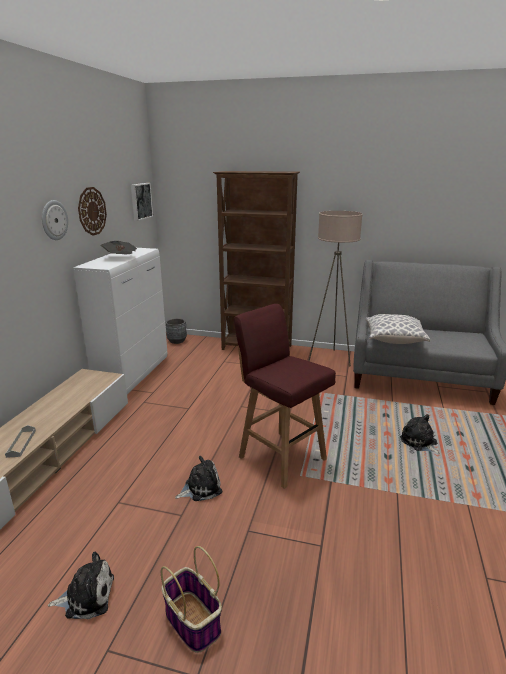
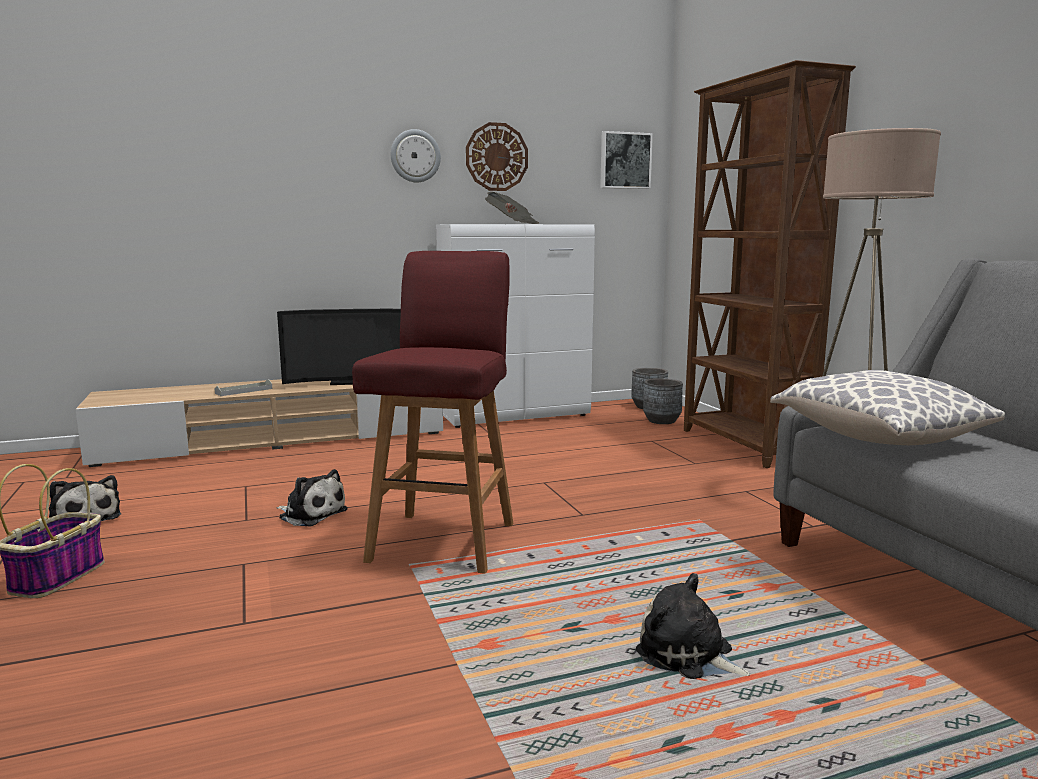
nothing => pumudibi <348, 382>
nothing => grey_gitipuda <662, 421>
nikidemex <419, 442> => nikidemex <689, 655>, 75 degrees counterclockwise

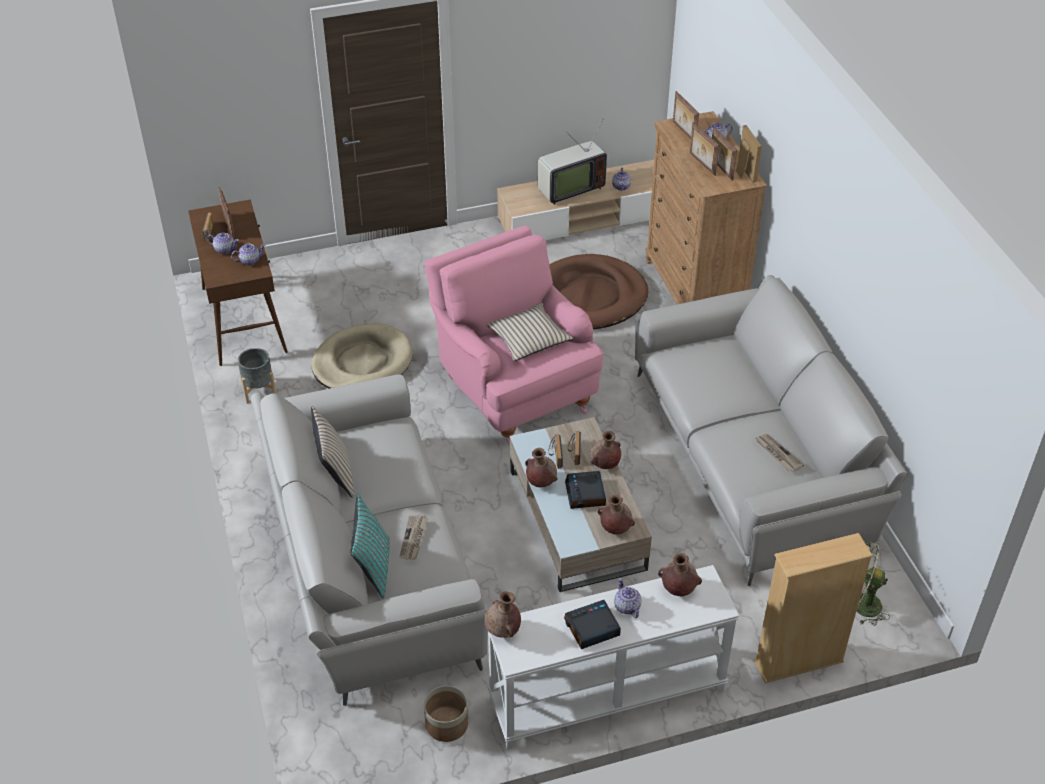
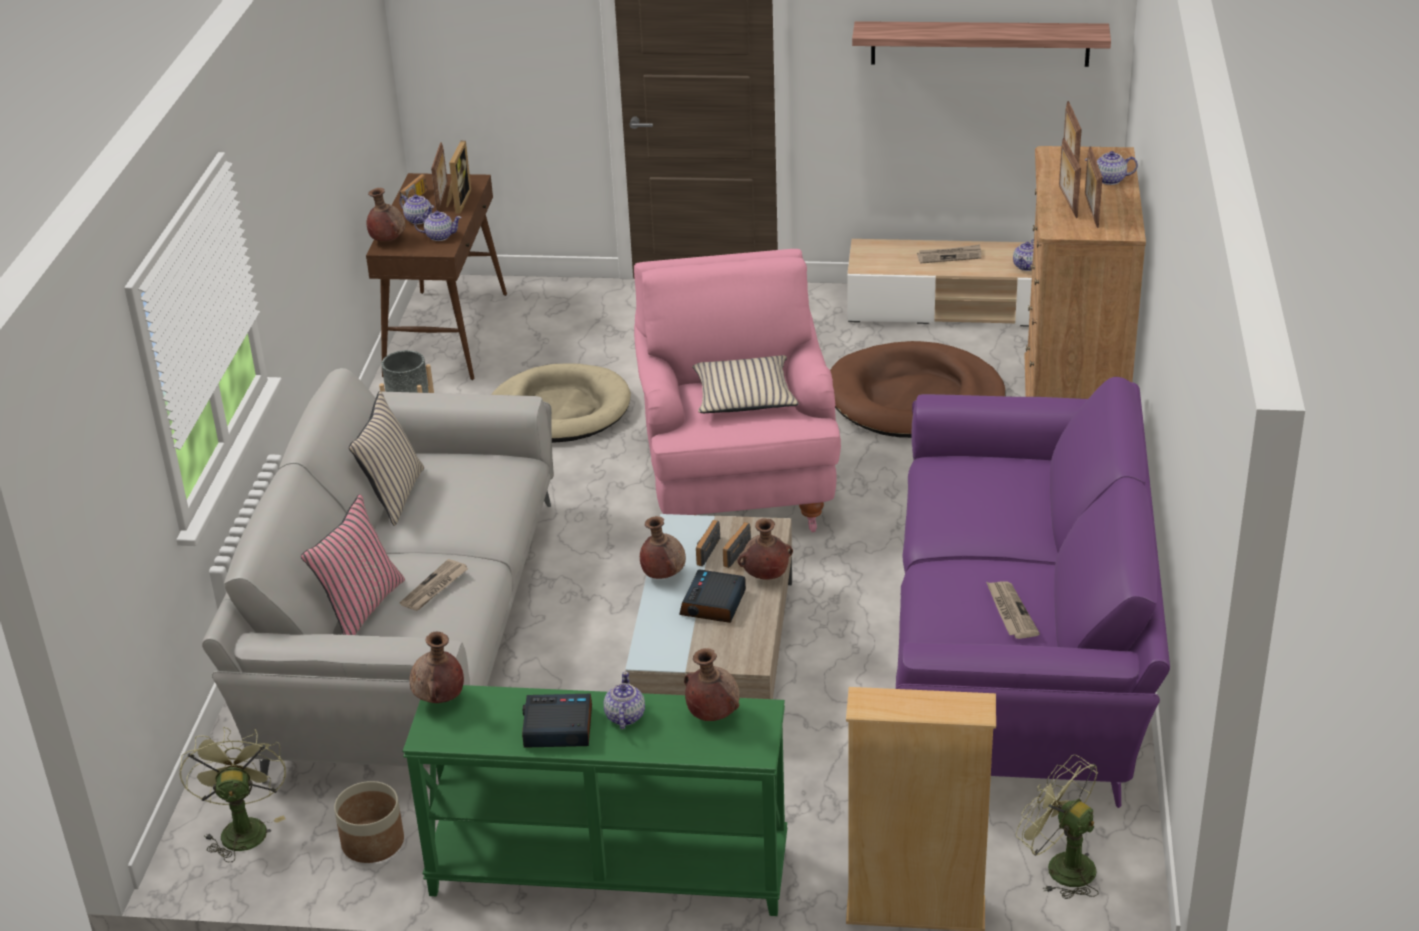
nothing => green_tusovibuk <242, 827>
nothing => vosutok <980, 43>
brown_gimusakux <615, 528> => brown_gimusakux <387, 240>, relocated
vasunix <743, 172> => vasunix <457, 201>, relocated
pumudibi <568, 189> => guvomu <949, 256>
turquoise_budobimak <373, 568> => pink_budobimak <360, 607>
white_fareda <606, 696> => green_fareda <607, 873>
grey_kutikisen <752, 459> => purple_kutikisen <1020, 643>

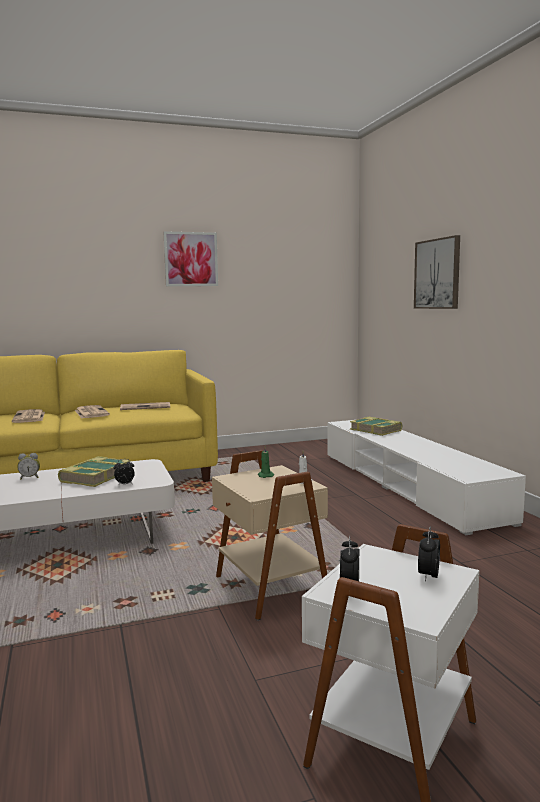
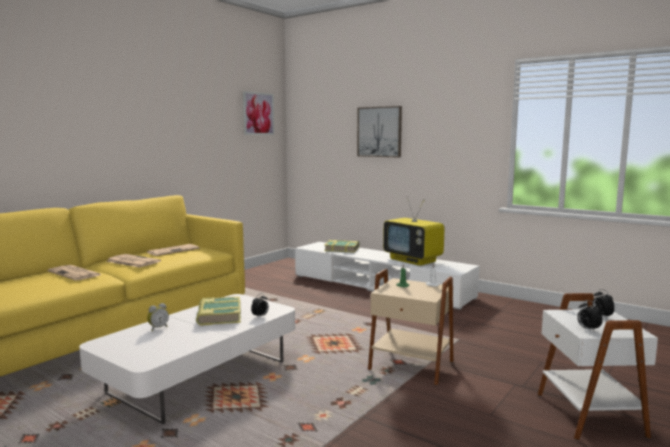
nothing => pumudibi <413, 260>
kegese <191, 259> => kegese <258, 113>, relocated

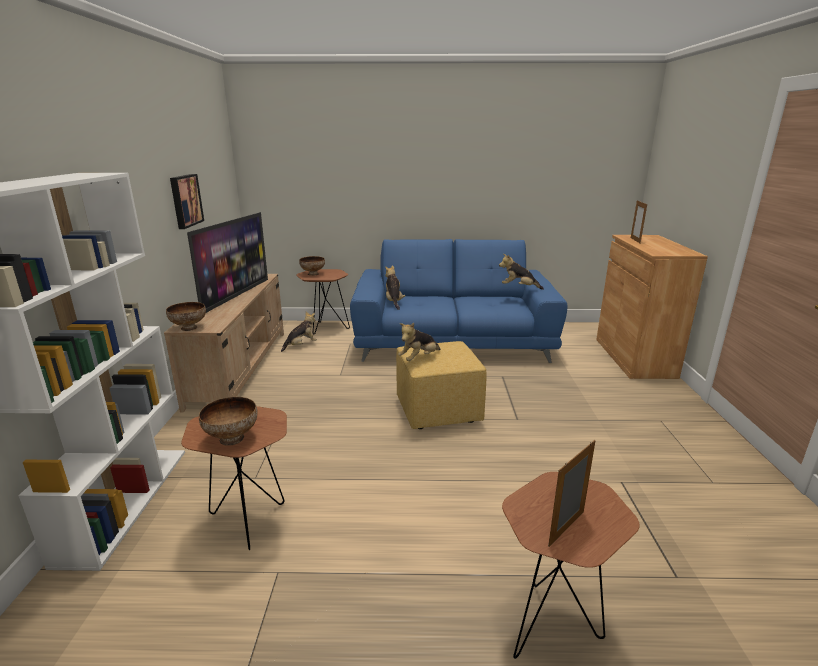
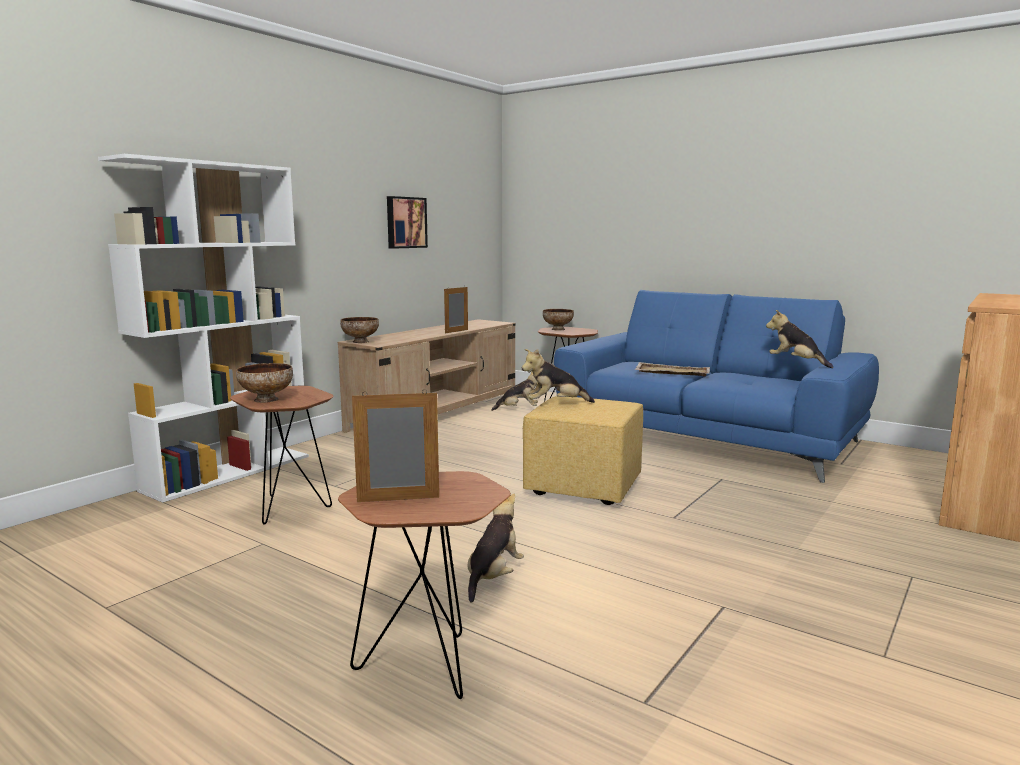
pumudibi <236, 295> => nothing
nothing => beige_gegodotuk <671, 372>
nikidemex <393, 302> => nikidemex <493, 577>, relocated
vasunix <635, 240> => vasunix <456, 331>, relocated

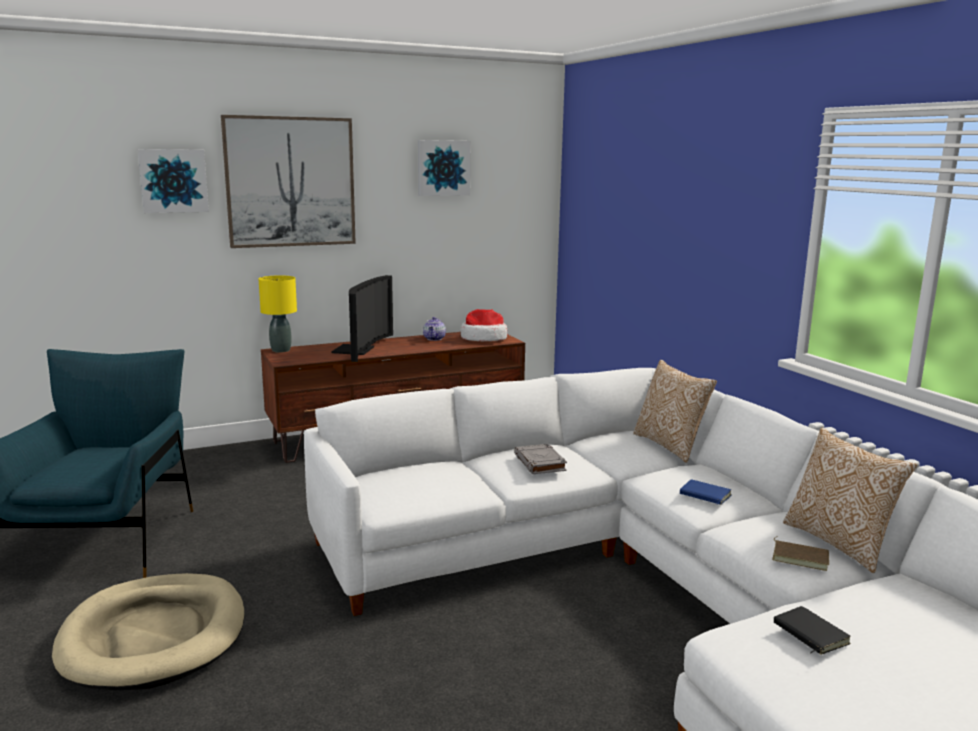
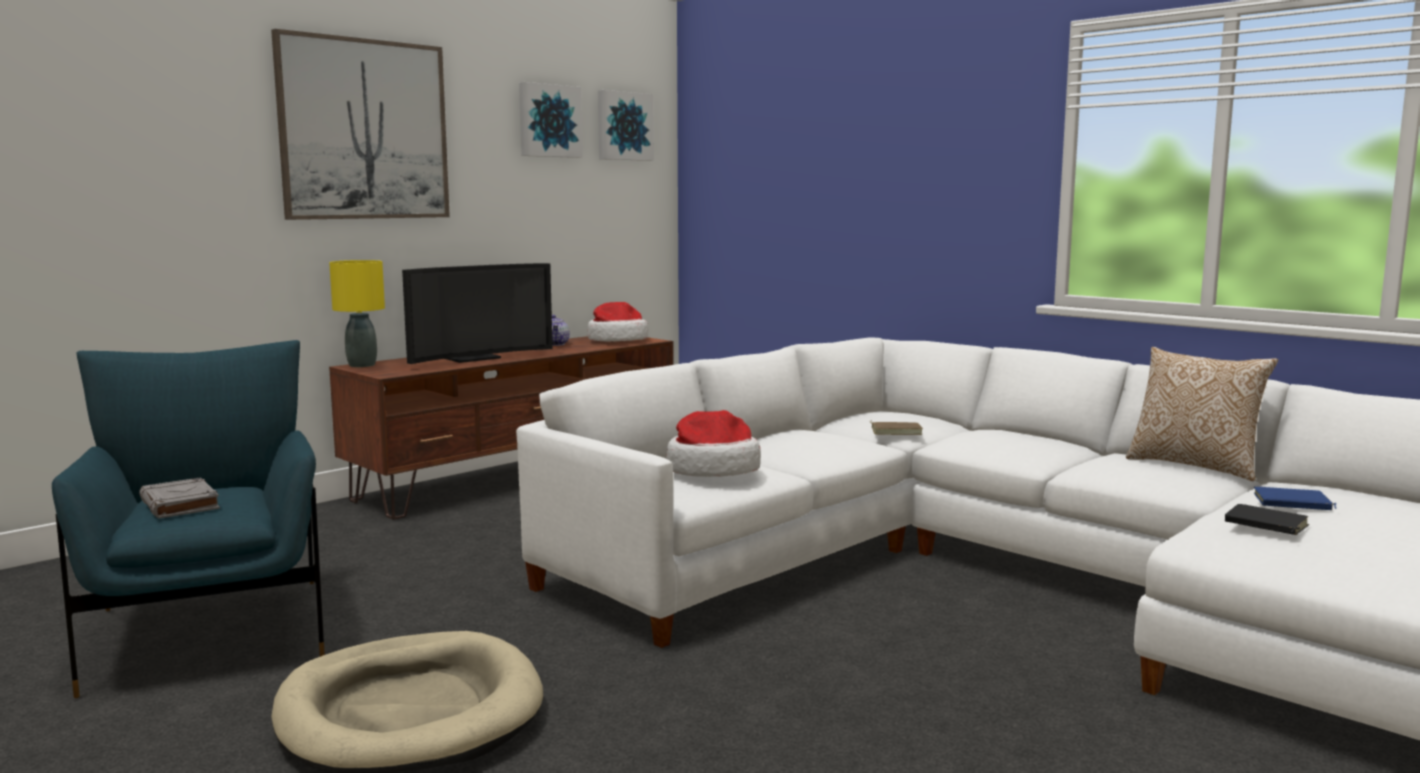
budobimak <670, 446> => nothing
nothing => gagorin <712, 470>
kegese <173, 181> => kegese <623, 126>, relocated
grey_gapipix <540, 463> => grey_gapipix <180, 505>, relocated
blue_gapipix <704, 495> => blue_gapipix <1292, 503>, relocated
brown_gapipix <800, 557> => brown_gapipix <896, 431>, relocated
pumudibi <359, 350> => pumudibi <473, 359>, 60 degrees clockwise

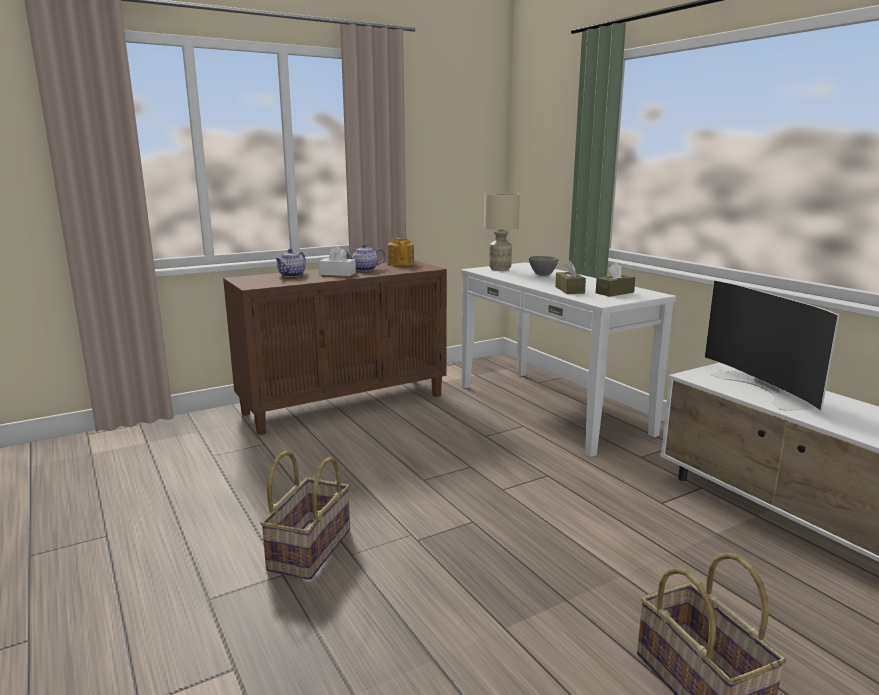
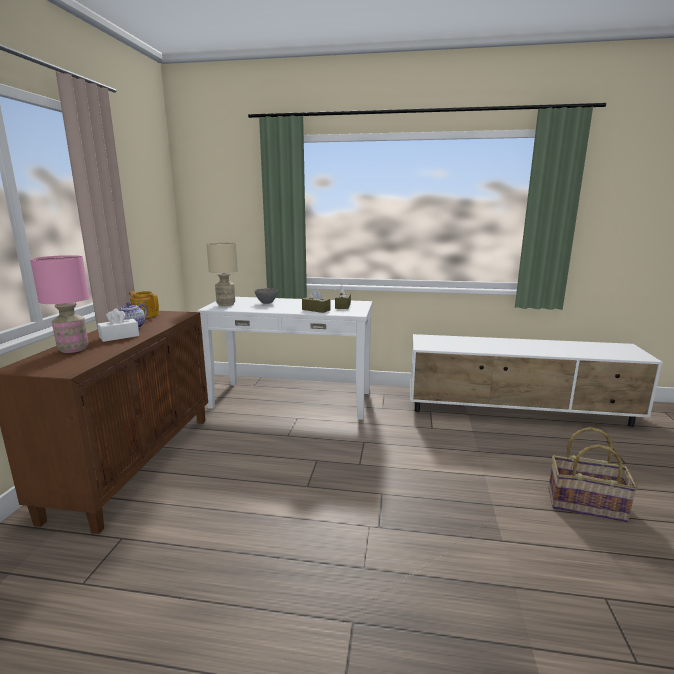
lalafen <309, 549> => nothing
pumudibi <764, 389> => nothing
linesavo <291, 275> => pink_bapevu <74, 349>

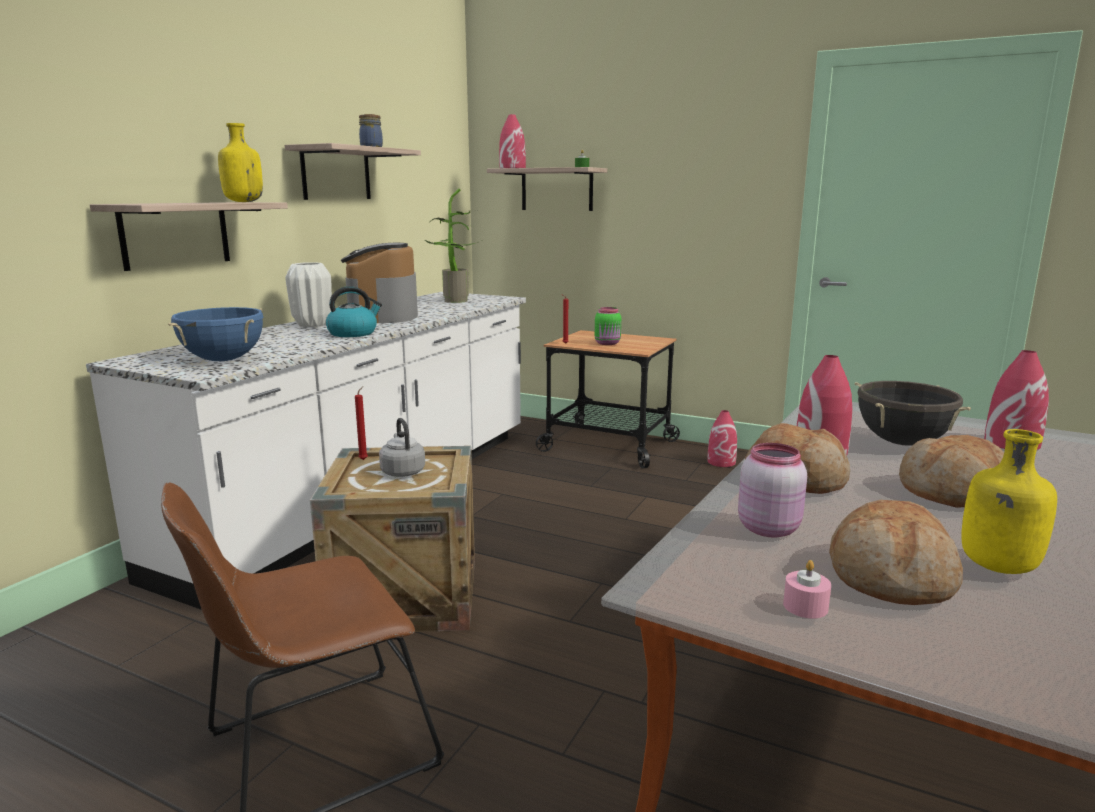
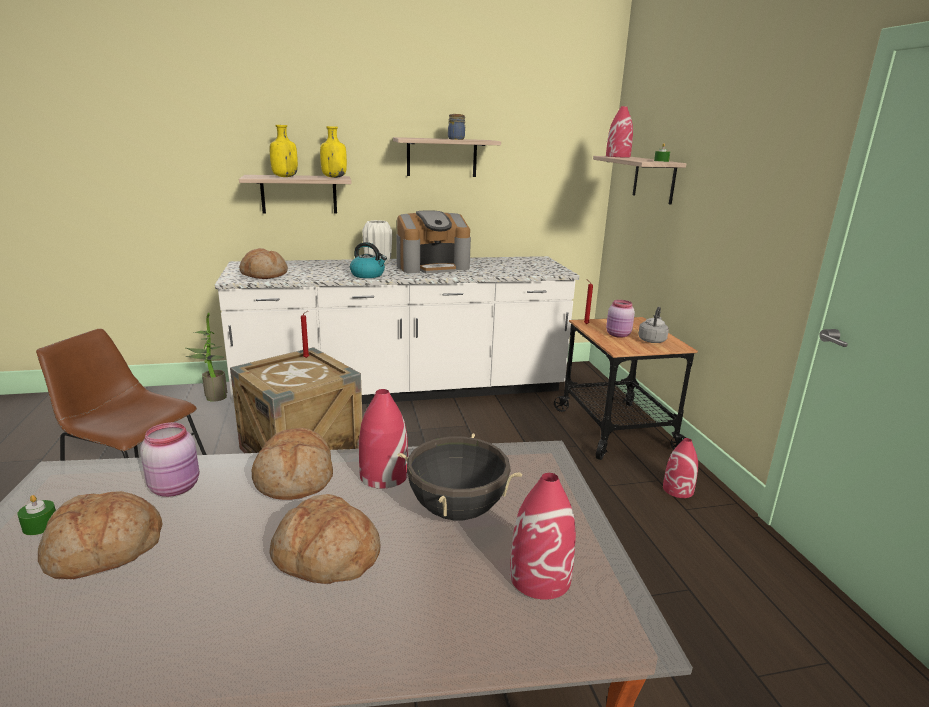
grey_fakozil <402, 471> => grey_fakozil <652, 340>, relocated
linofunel <454, 301> => linofunel <213, 397>, relocated
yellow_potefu <997, 567> => yellow_potefu <284, 177>, relocated
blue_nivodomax <223, 360> => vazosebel <264, 274>
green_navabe <608, 343> => pink_navabe <618, 335>
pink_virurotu <805, 606> => green_virurotu <40, 525>
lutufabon <381, 315> => lutufabon <432, 266>, 150 degrees counterclockwise

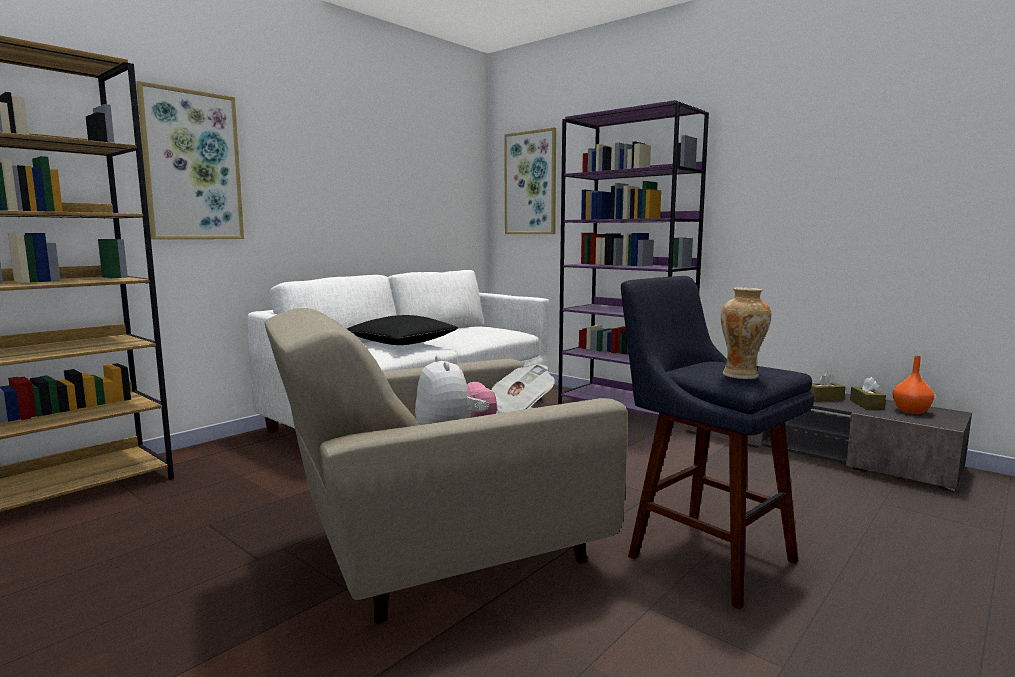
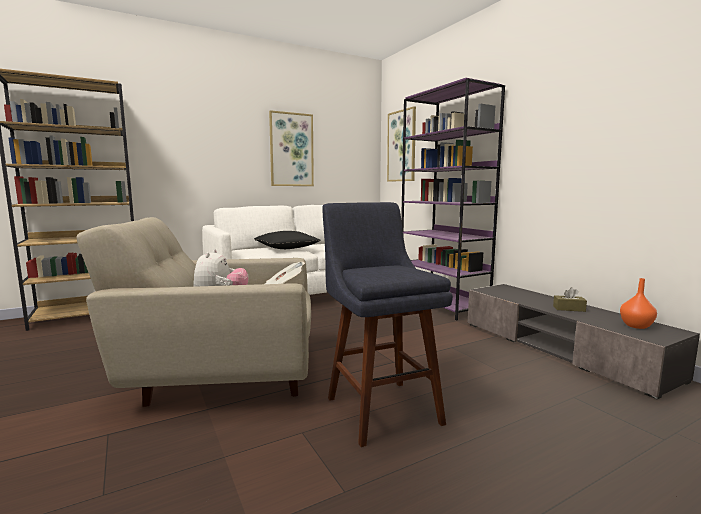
gimusakux <741, 376> => nothing
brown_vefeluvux <866, 404> => nothing
kegese <192, 166> => kegese <291, 150>, relocated

